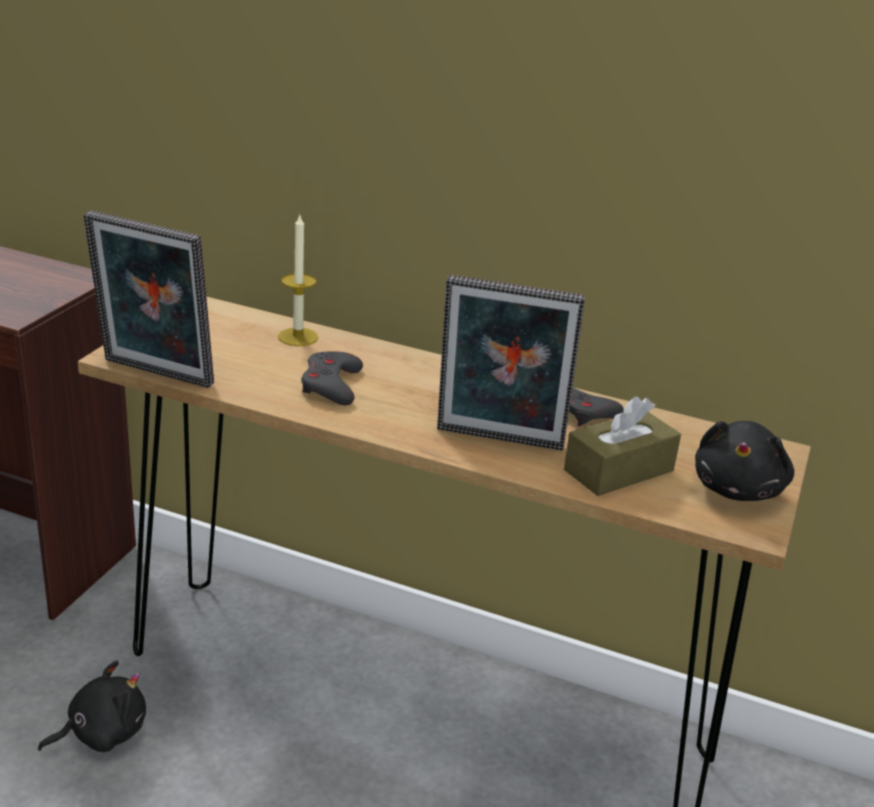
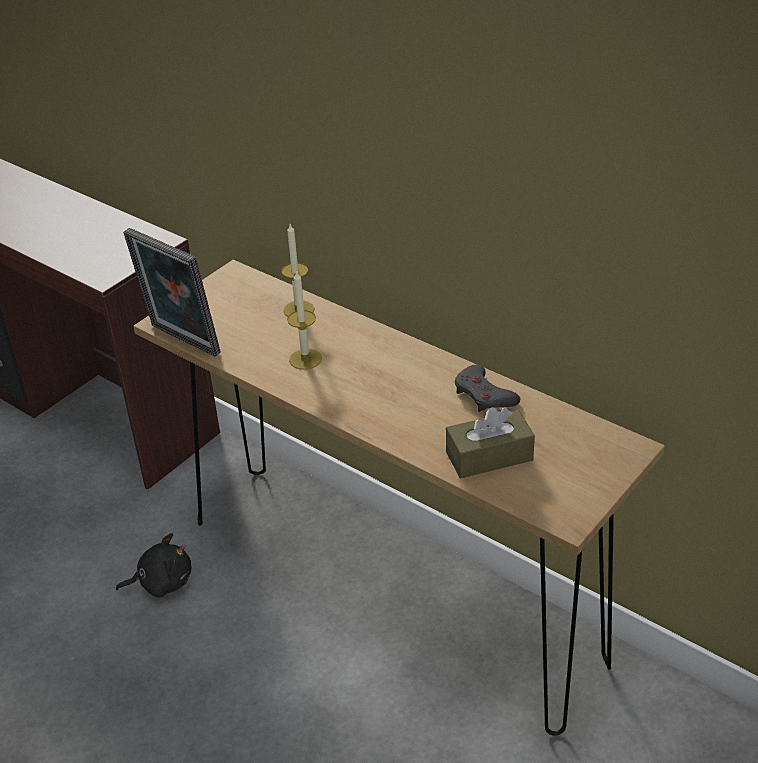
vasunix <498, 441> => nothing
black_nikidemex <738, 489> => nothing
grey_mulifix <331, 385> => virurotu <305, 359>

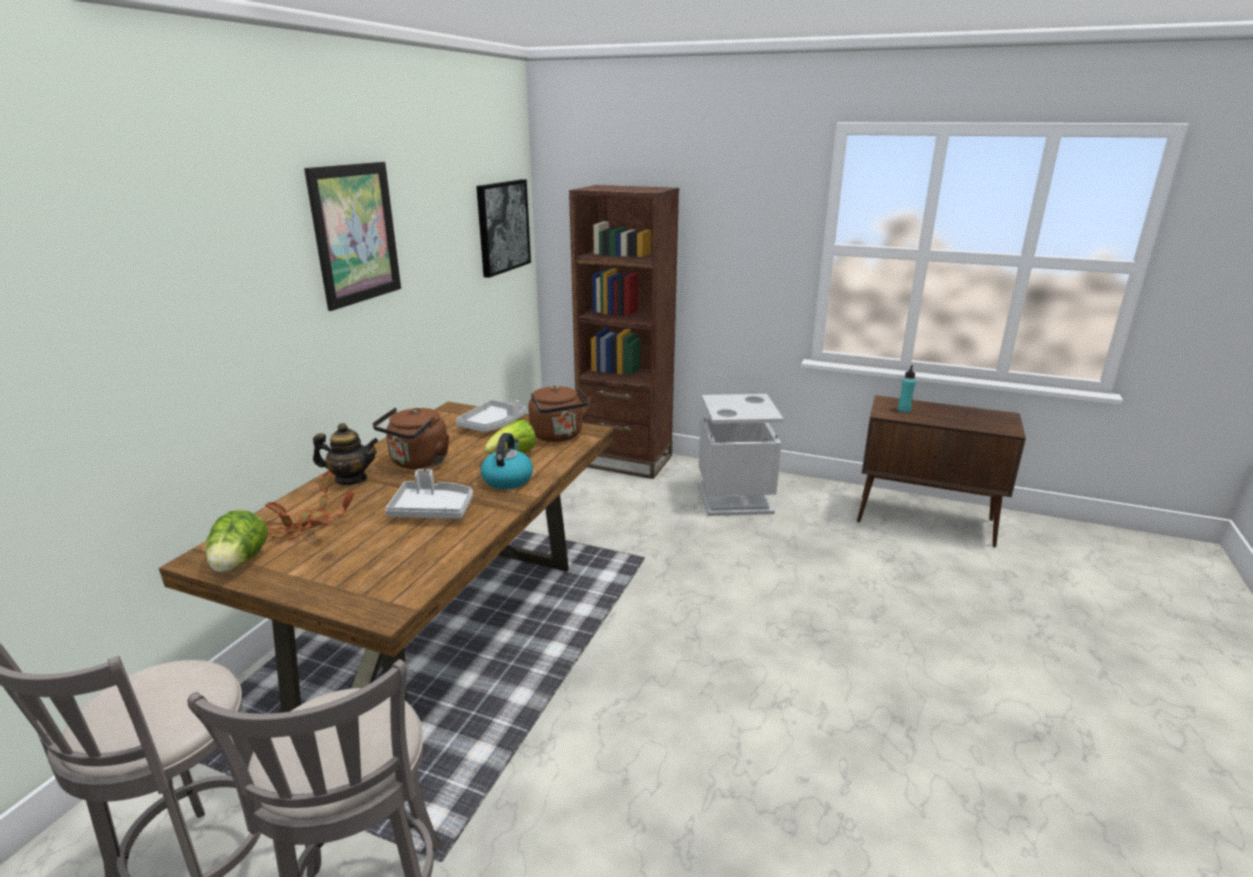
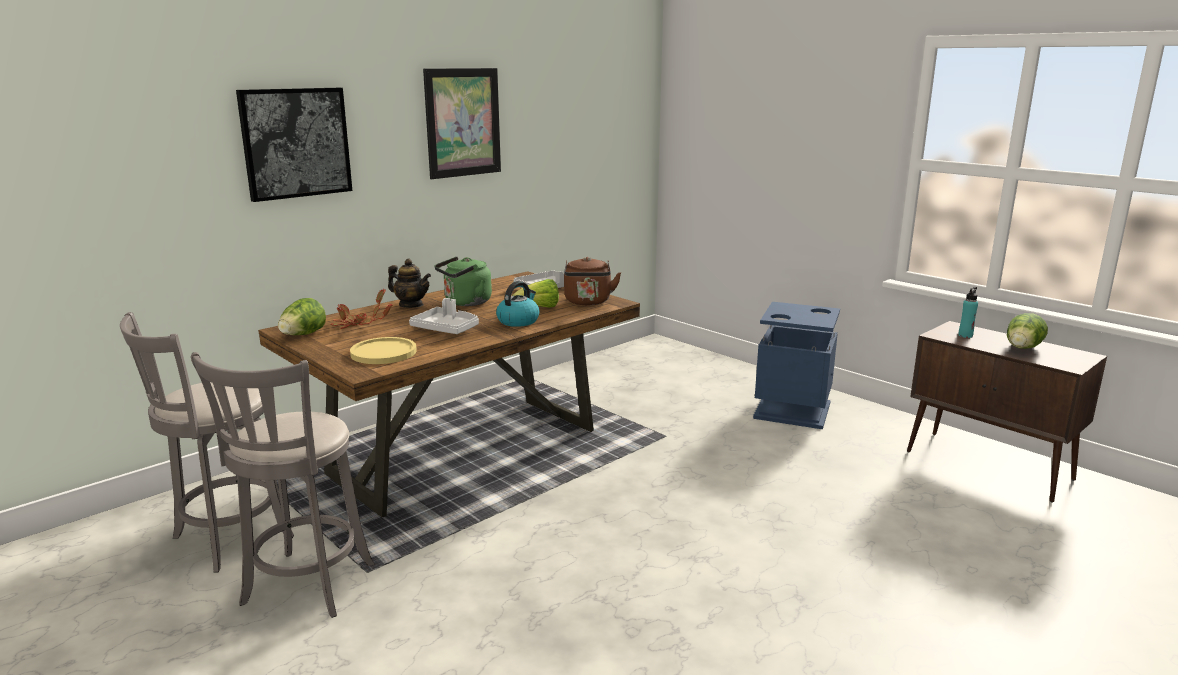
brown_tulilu <625, 460> => nothing
nothing => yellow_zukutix <383, 352>
nothing => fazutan <1022, 348>
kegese <502, 227> => kegese <295, 143>, relocated
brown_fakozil <417, 462> => green_fakozil <465, 302>
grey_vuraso <735, 498> => blue_vuraso <793, 410>

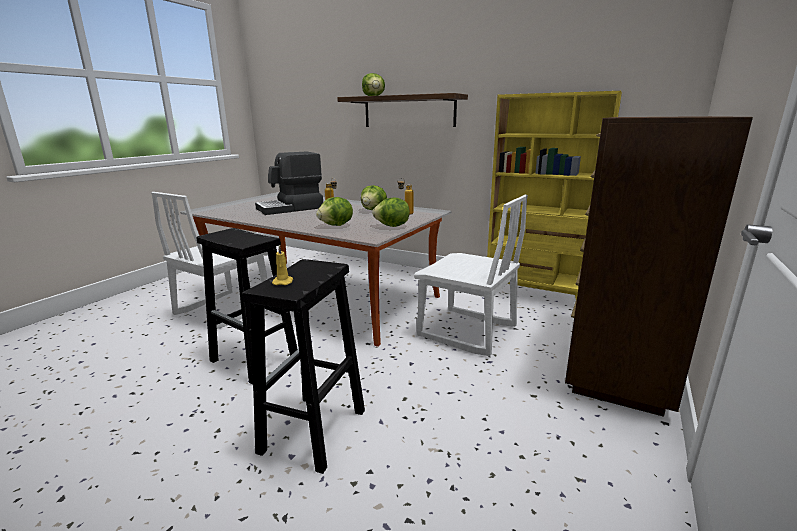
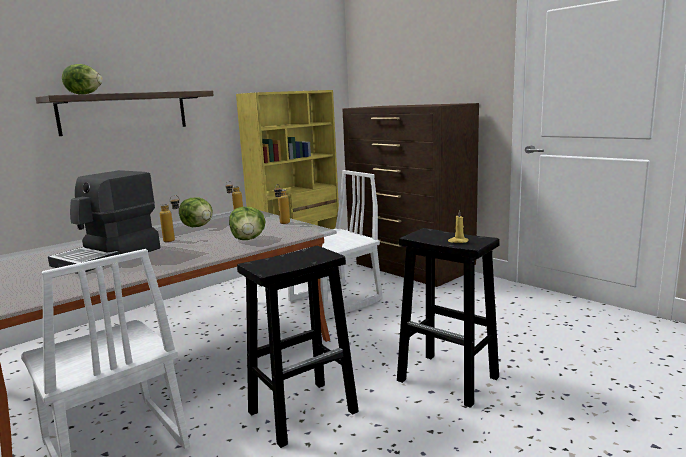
fazutan <392, 226> => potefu <283, 224>
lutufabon <291, 208> => lutufabon <109, 256>, 45 degrees clockwise

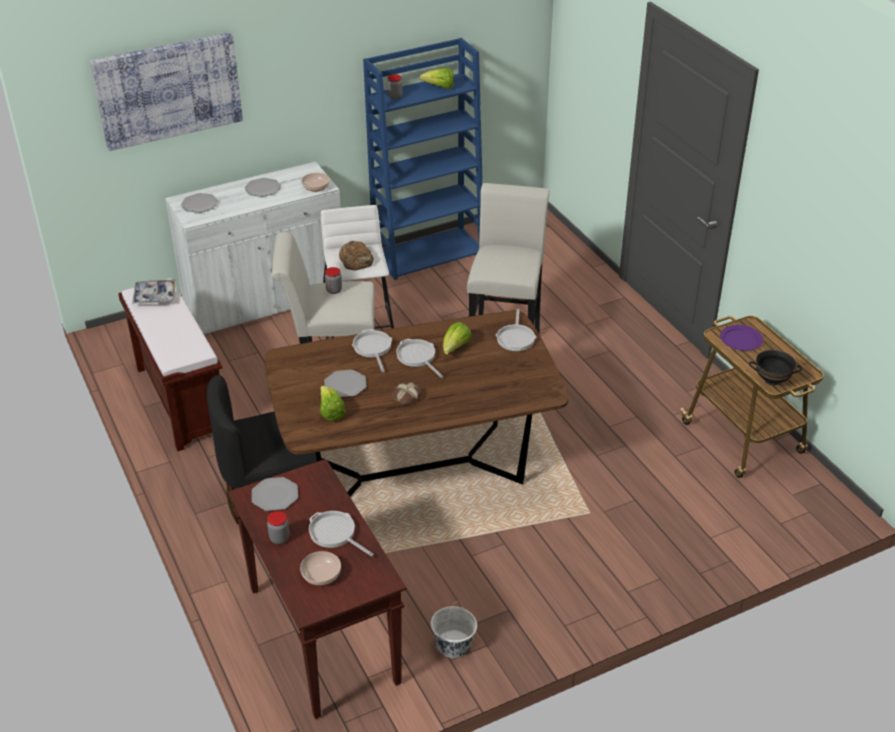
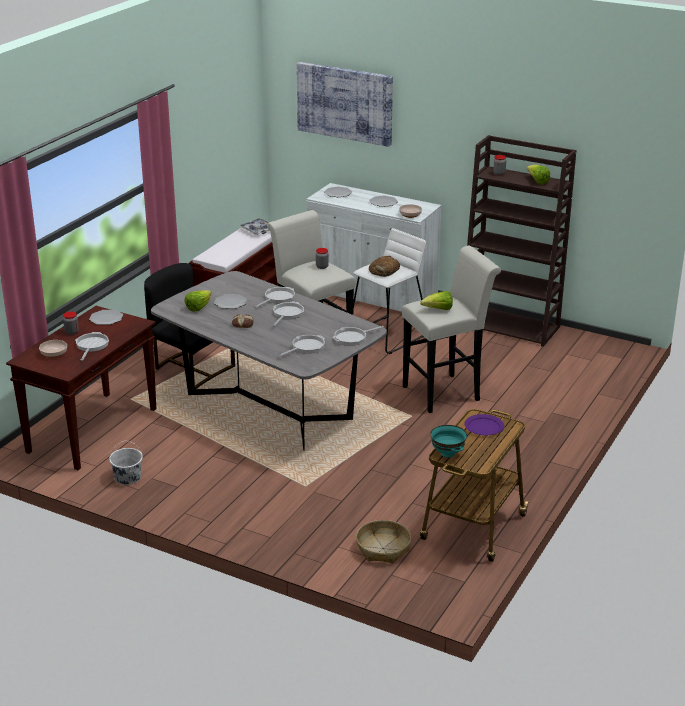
nothing => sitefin <306, 347>
nothing => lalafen <383, 548>
fazutan <455, 348> => fazutan <438, 309>, relocated
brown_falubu <415, 472> => grey_falubu <269, 408>
blue_tulilu <429, 253> => brown_tulilu <511, 326>
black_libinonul <772, 380> => turquoise_libinonul <448, 453>

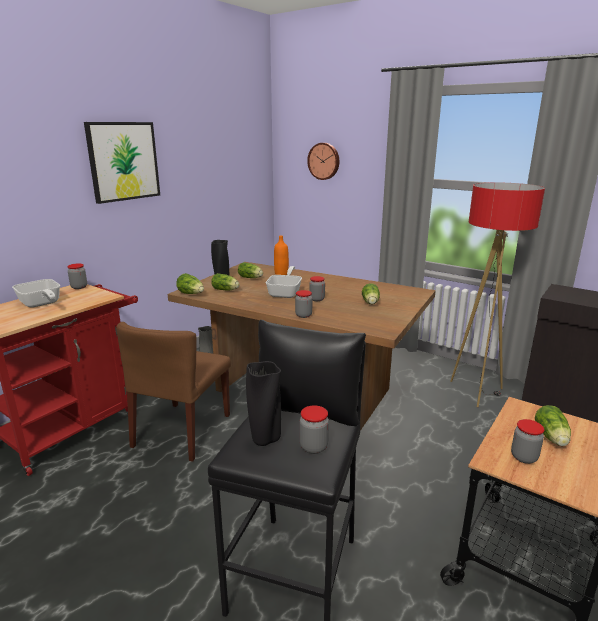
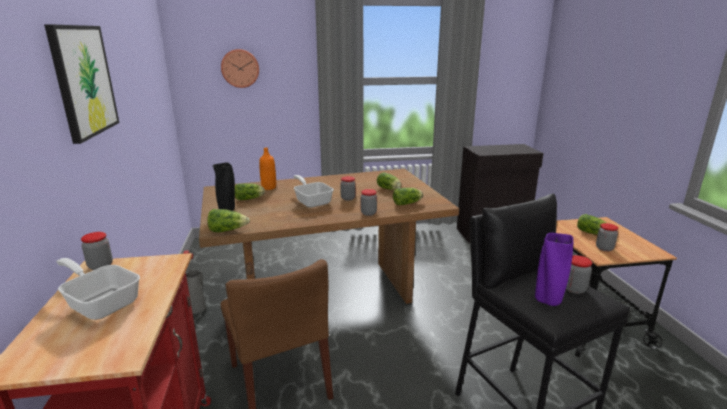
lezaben <476, 392> => nothing
fazutan <226, 290> => fazutan <408, 203>, relocated
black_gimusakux <265, 440> => purple_gimusakux <547, 301>
sitefin <41, 304> => sitefin <101, 302>, 150 degrees counterclockwise

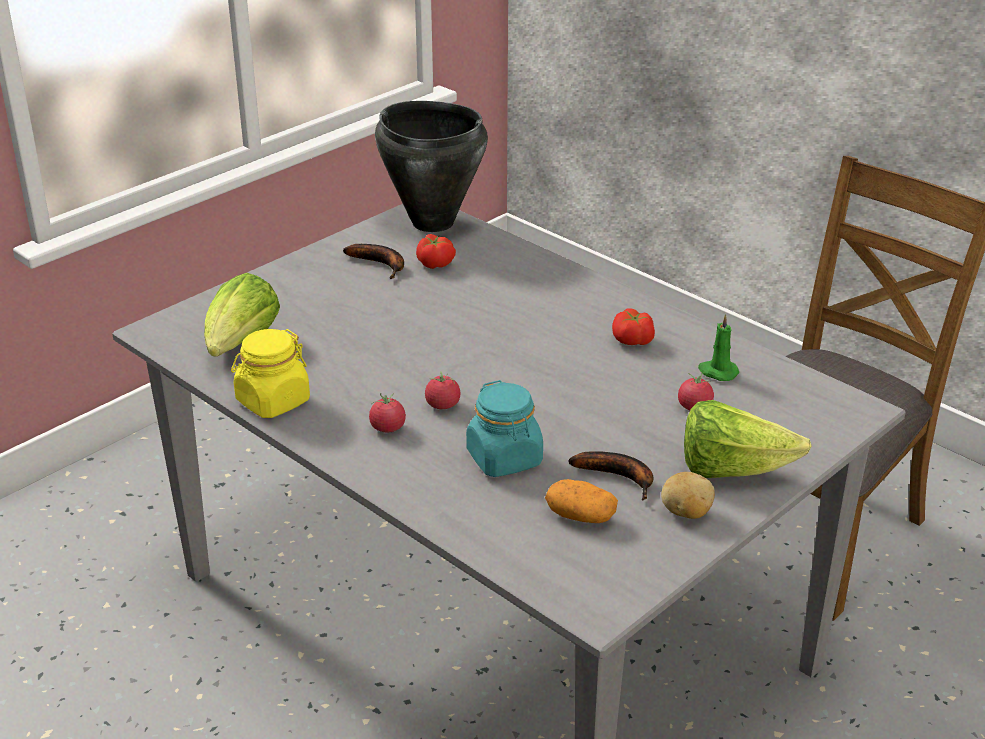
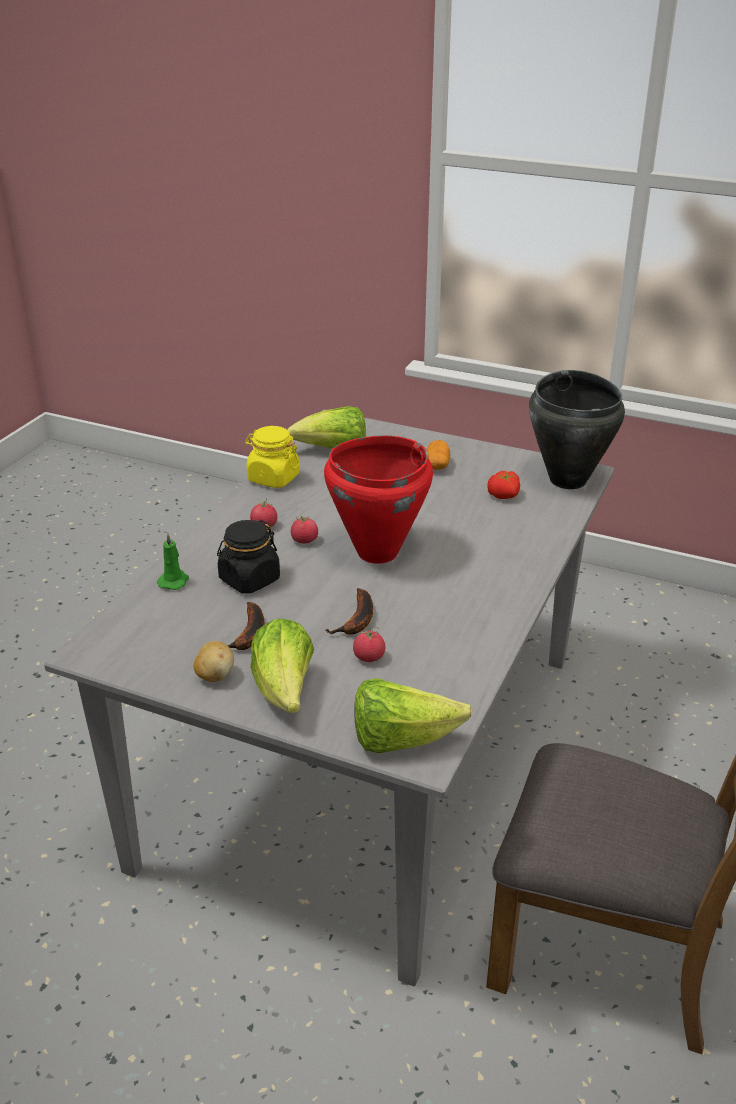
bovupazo <632, 340> => nothing
nothing => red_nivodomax <376, 552>
nothing => fazutan <401, 740>
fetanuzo <381, 264> => fetanuzo <357, 621>, relocated
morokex <580, 516> => morokex <437, 465>, relocated
green_virurotu <717, 372> => green_virurotu <174, 581>, relocated
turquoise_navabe <504, 459> => black_navabe <249, 580>

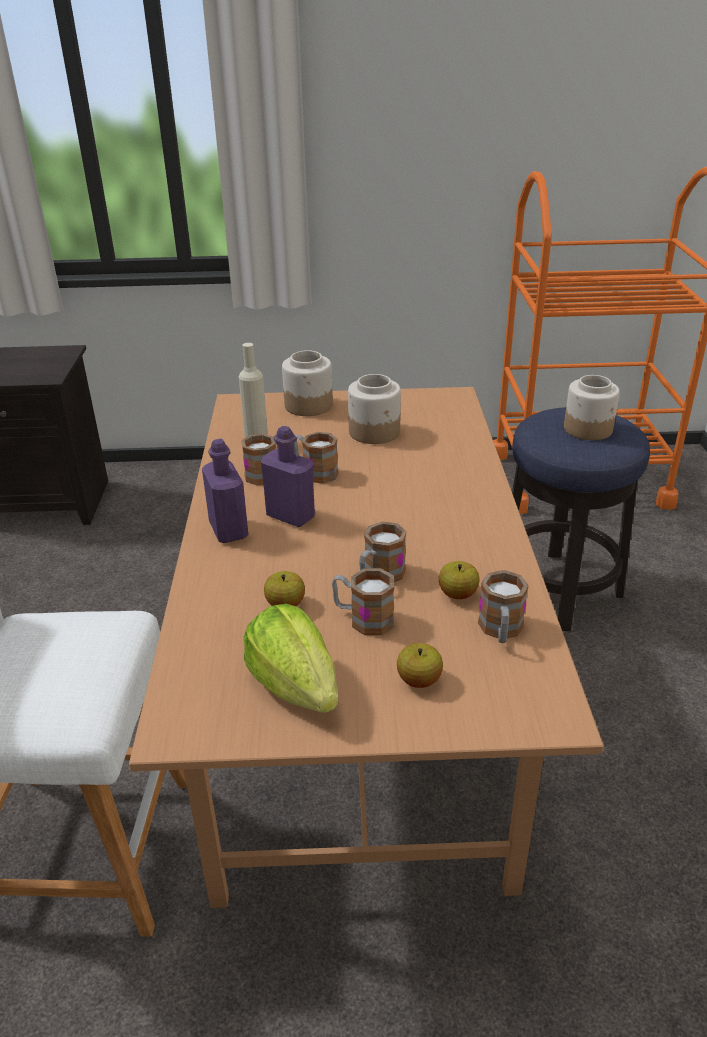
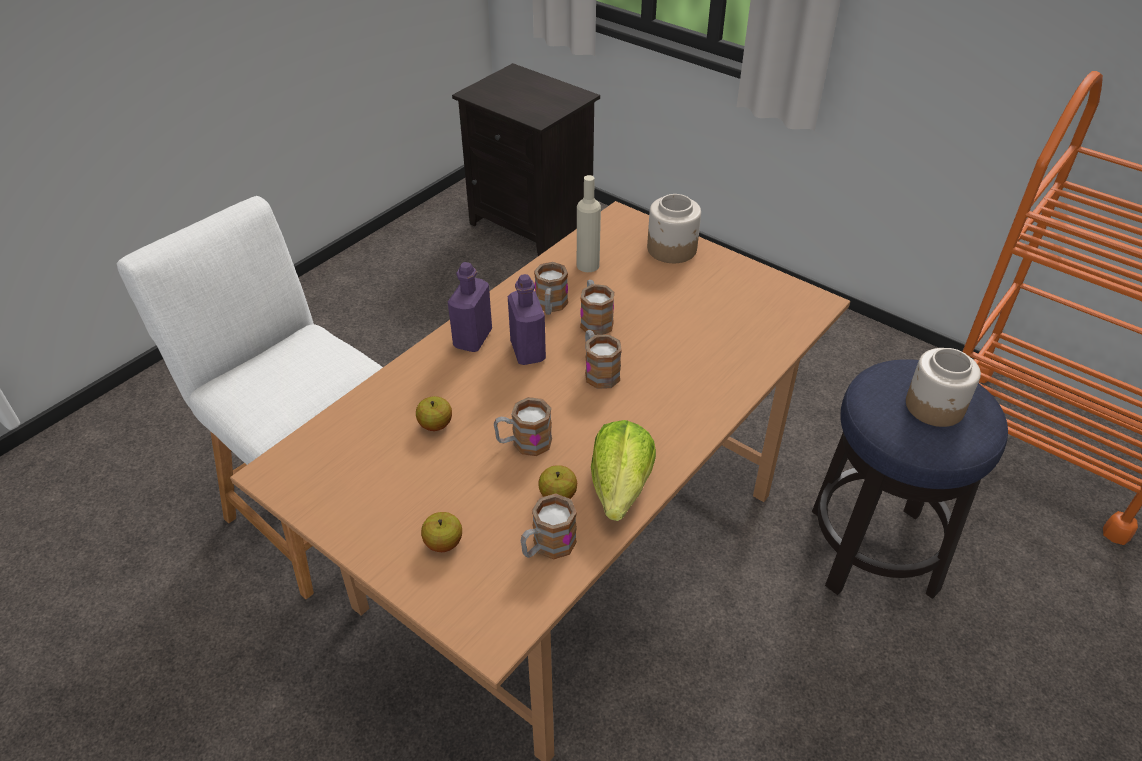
navabe <375, 432> => nothing
fazutan <295, 686> => fazutan <620, 488>, relocated
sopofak <363, 618> => sopofak <598, 371>, relocated

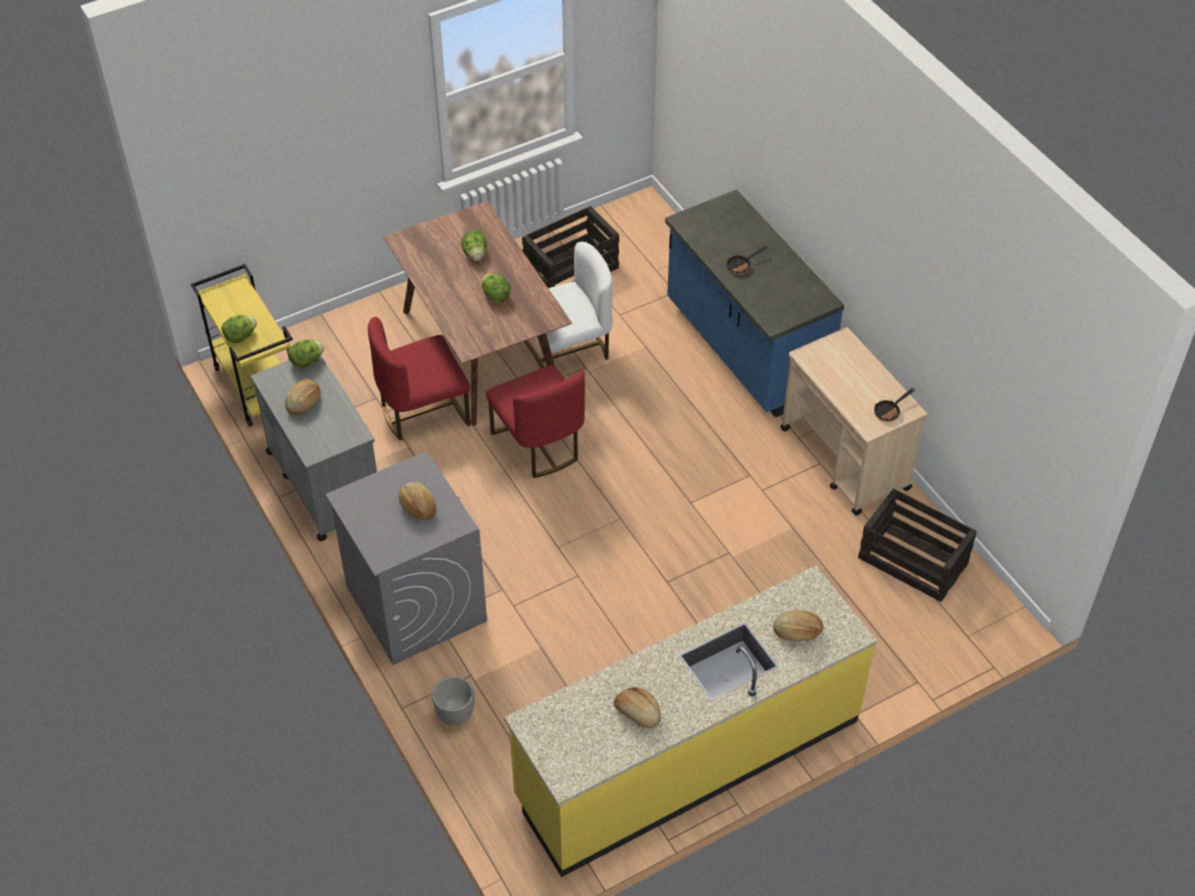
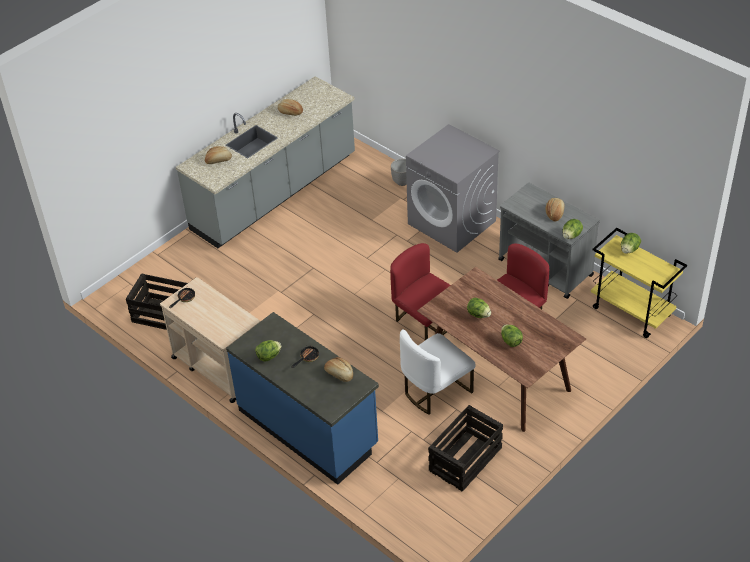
nothing => fazutan <268, 356>
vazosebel <418, 506> => vazosebel <339, 374>, relocated
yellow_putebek <687, 758> => grey_putebek <275, 193>

